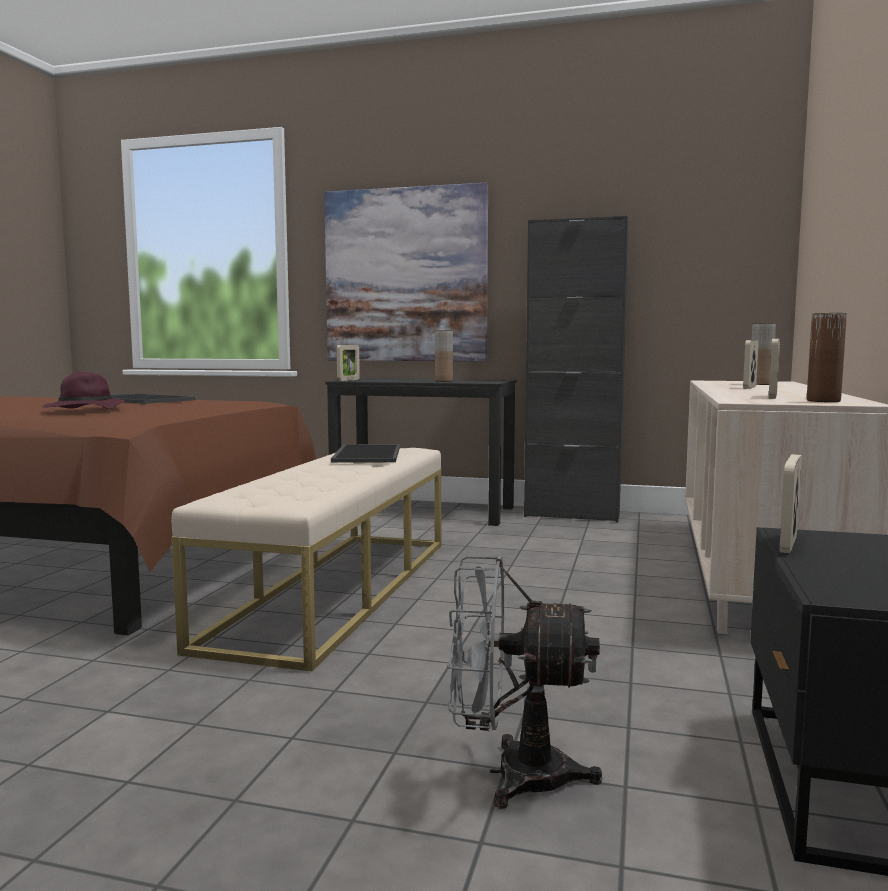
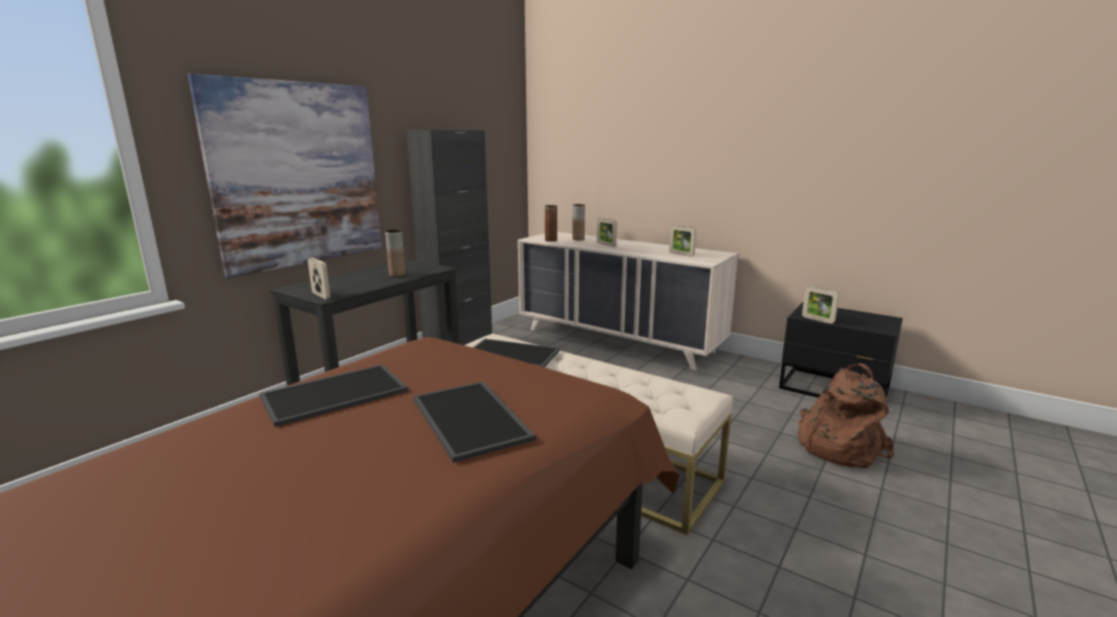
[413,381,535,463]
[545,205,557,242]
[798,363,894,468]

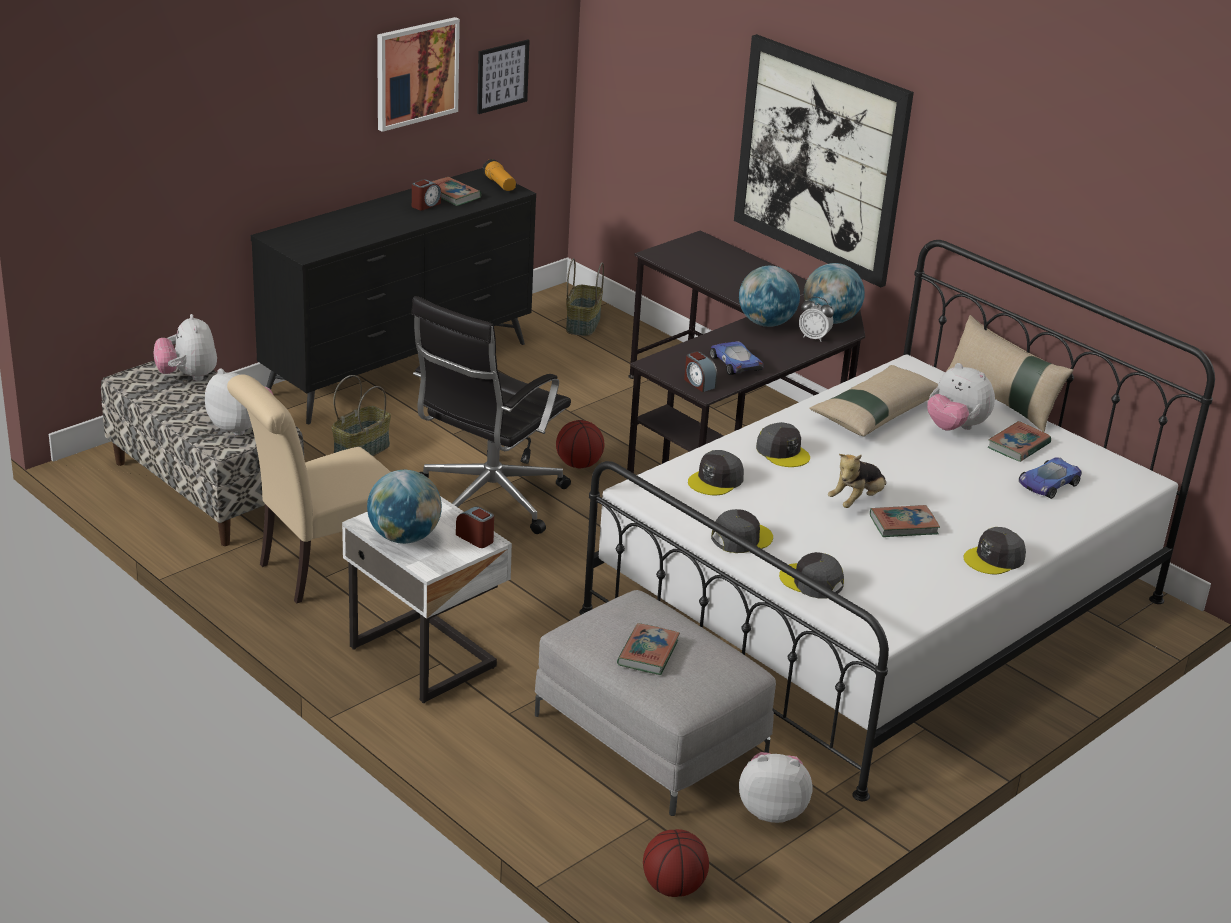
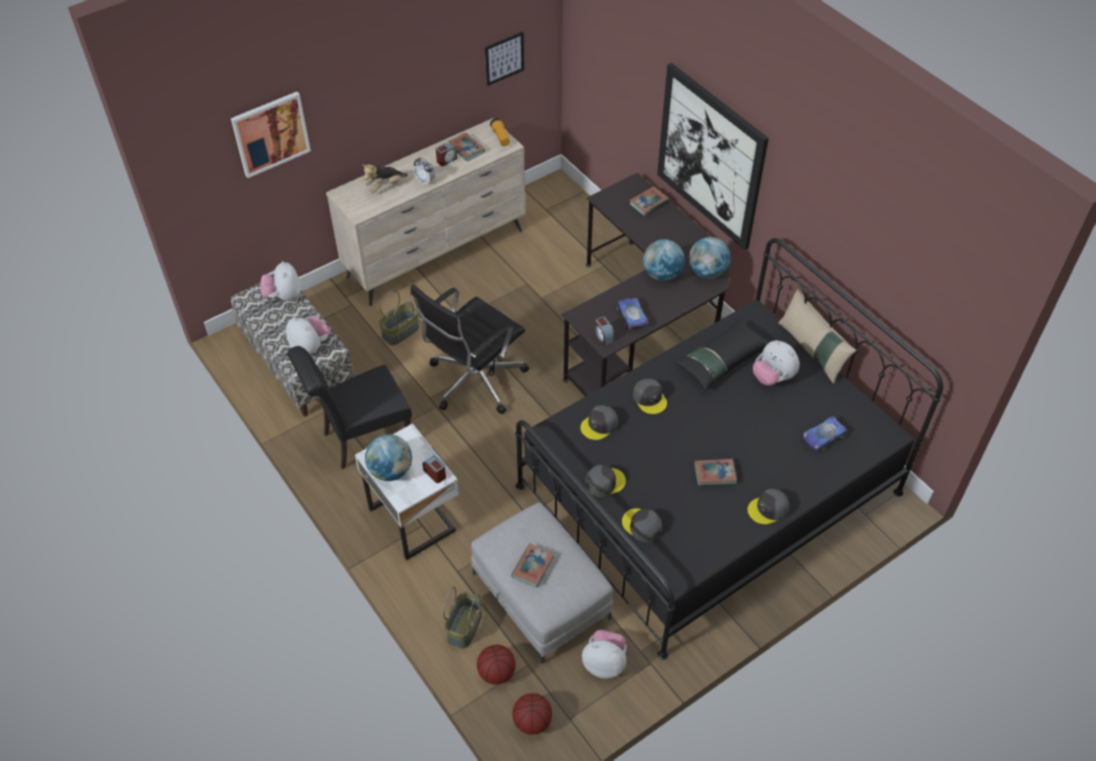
[231,92,311,178]
[287,346,412,469]
[326,118,525,306]
[362,164,408,193]
[414,158,435,185]
[443,587,482,648]
[477,645,516,685]
[515,238,943,660]
[630,186,669,216]
[674,319,769,391]

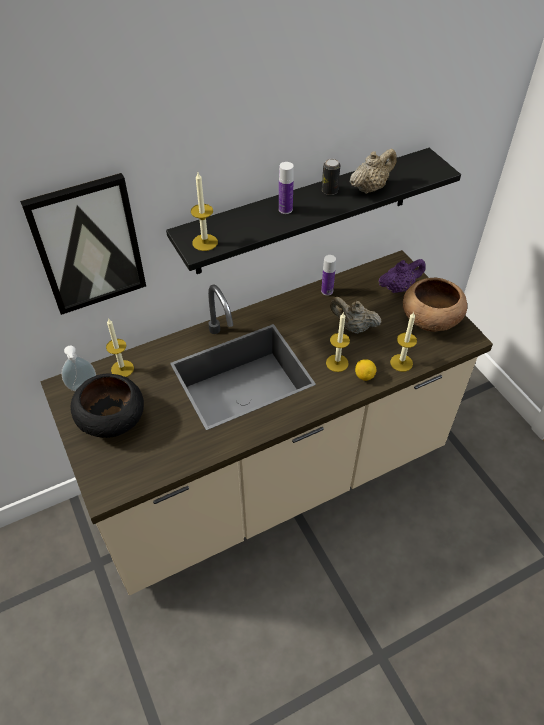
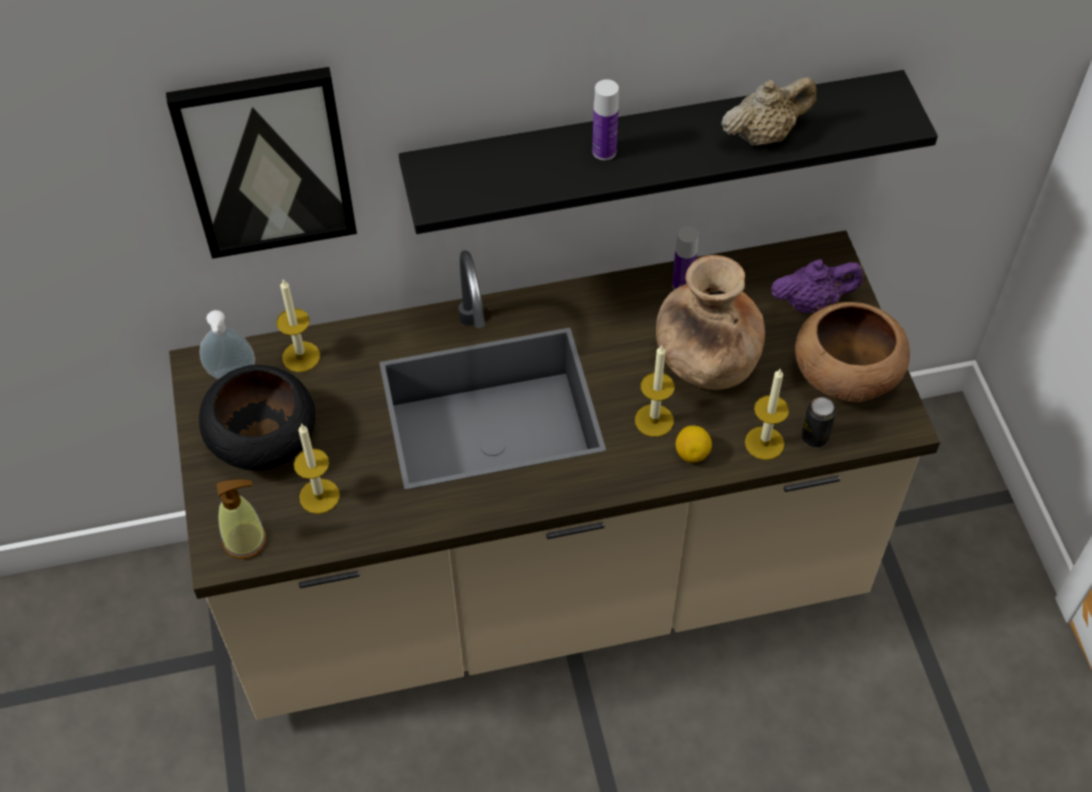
[217,479,267,559]
[294,423,340,514]
[656,255,765,390]
[801,397,836,447]

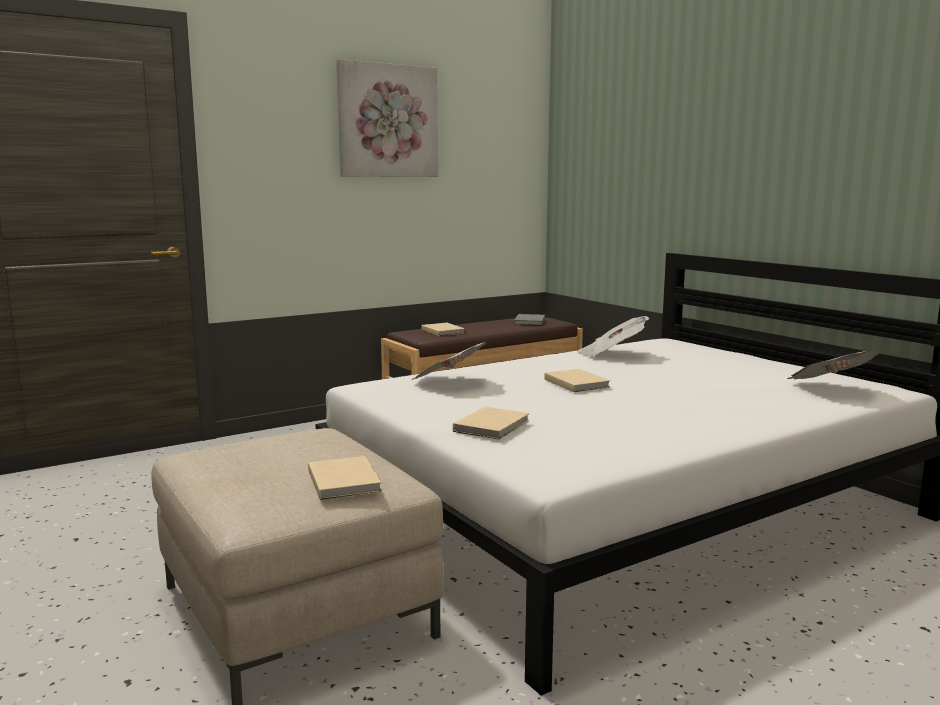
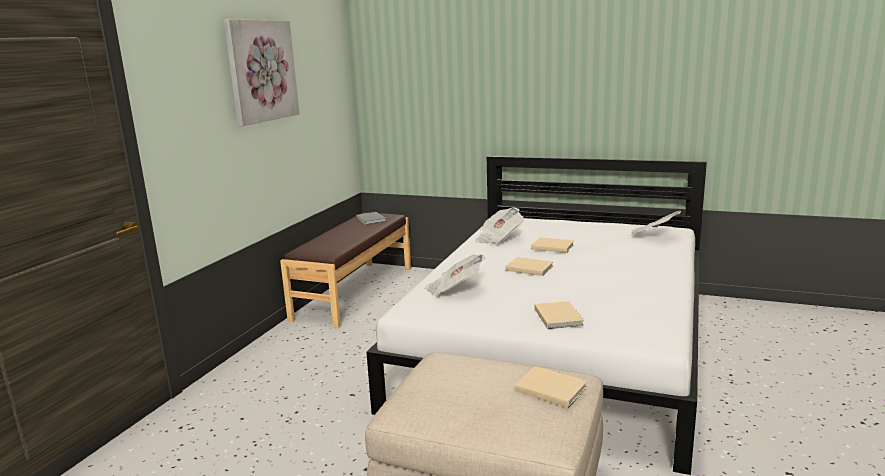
[531,237,574,253]

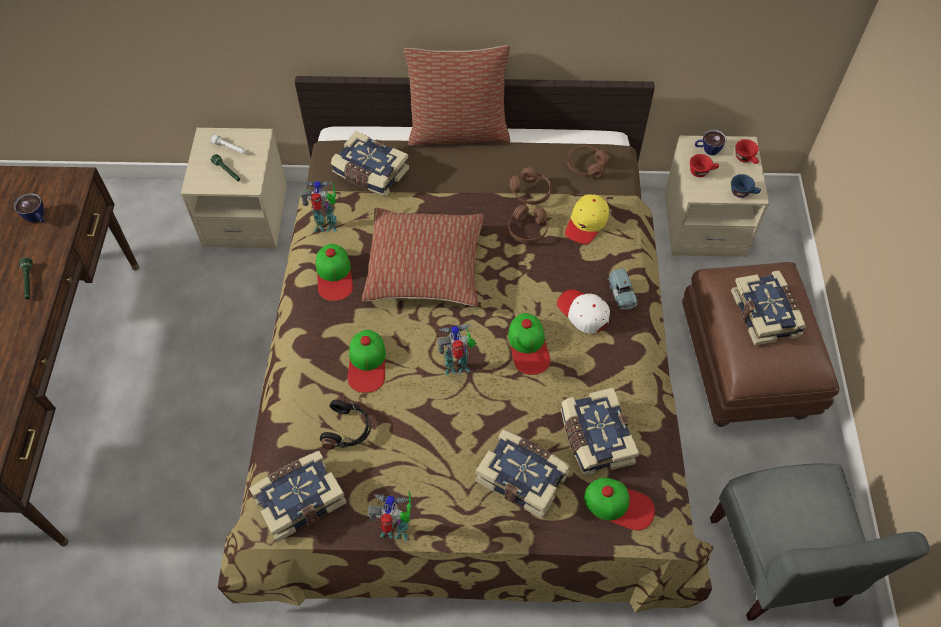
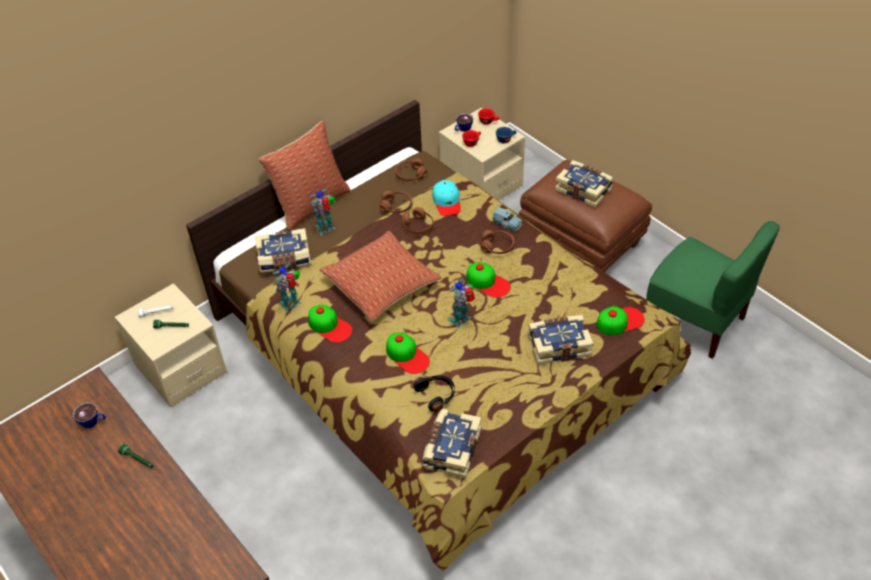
[309,189,336,235]
[432,180,461,216]
[480,230,515,254]
[646,221,780,359]
[561,387,639,476] (first image)

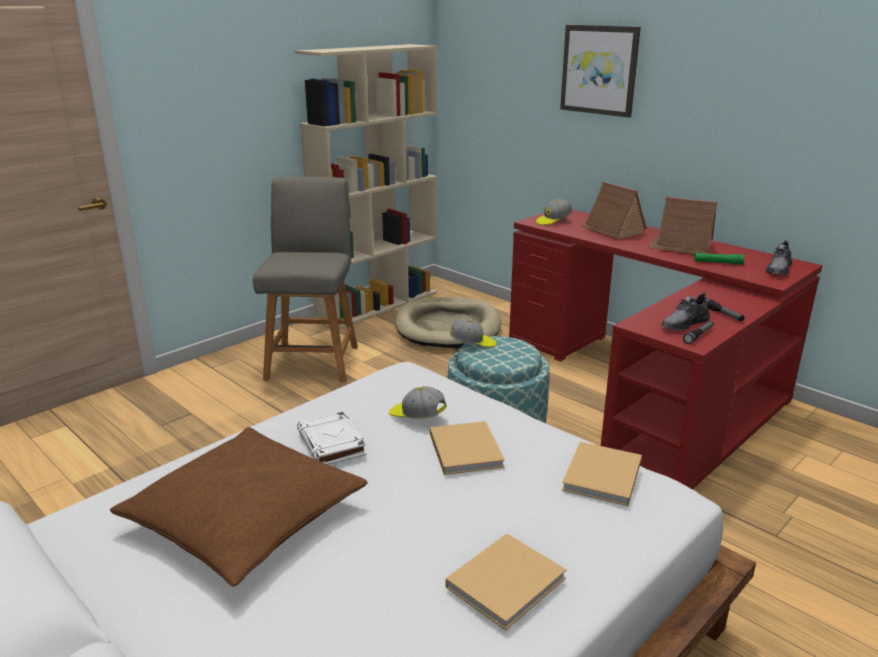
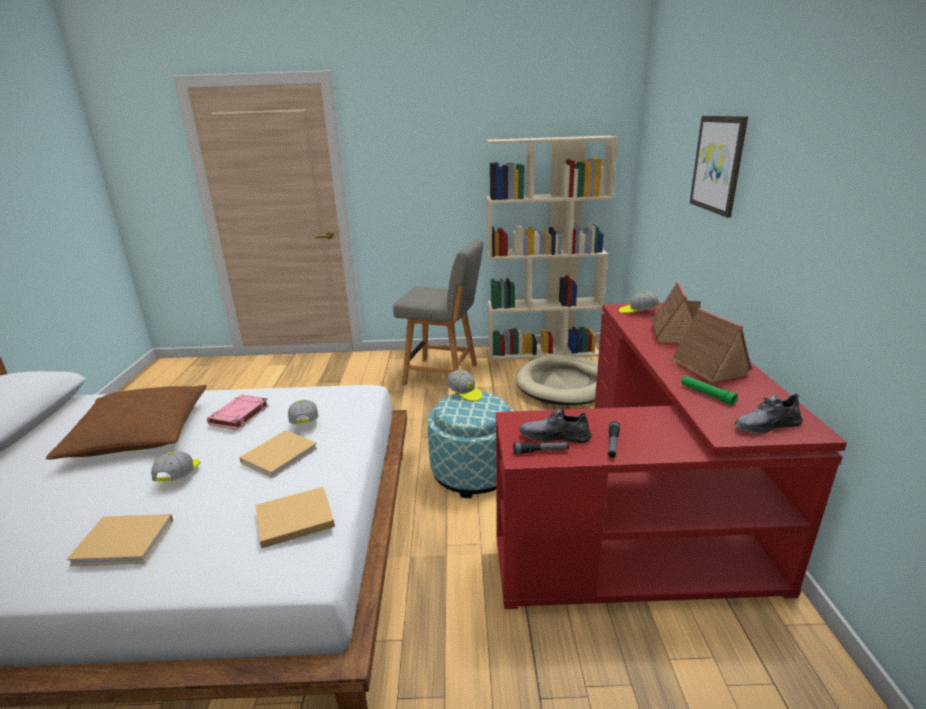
[151,451,200,481]
[207,394,269,430]
[393,239,483,385]

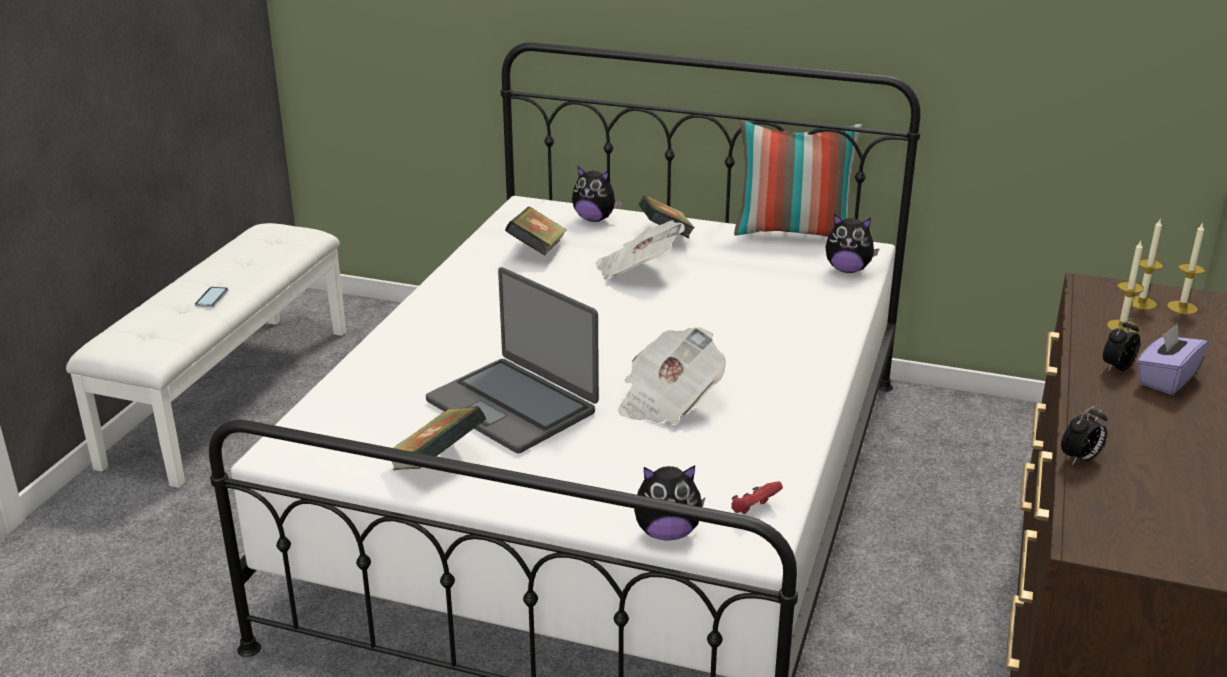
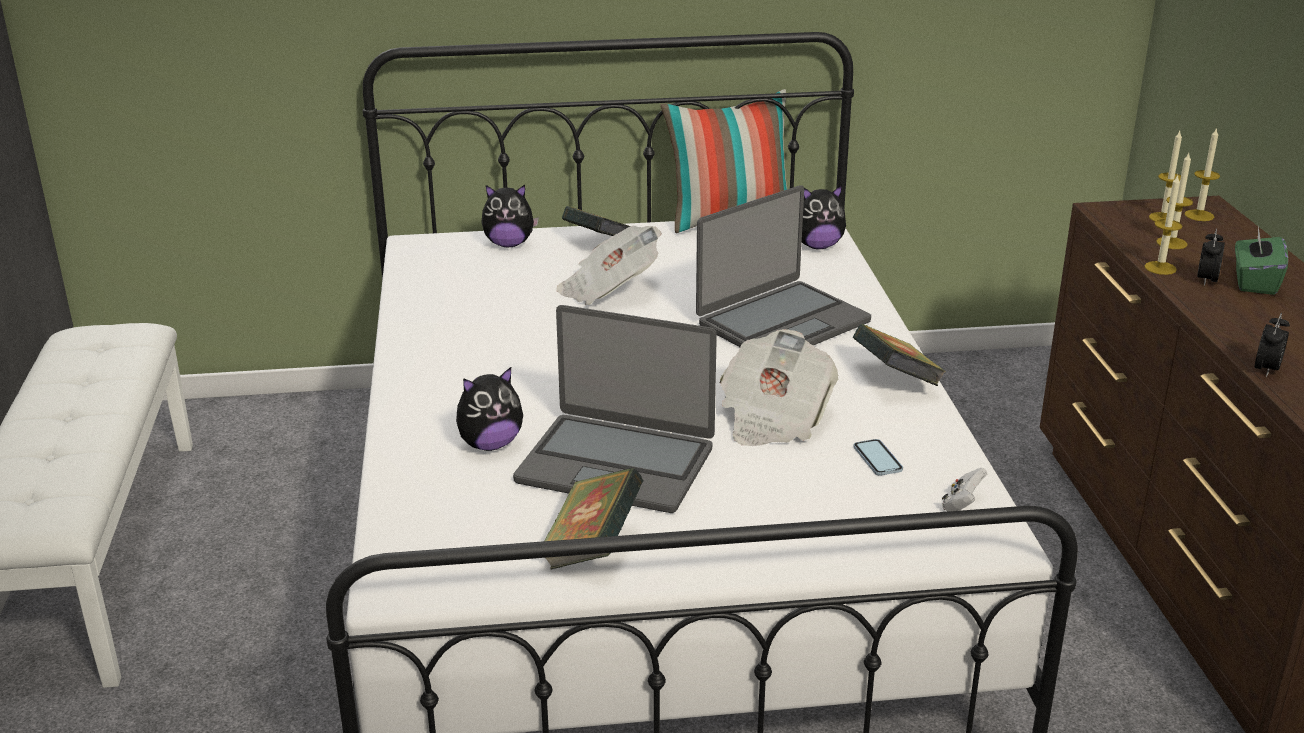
[456,367,523,451]
[696,186,871,347]
[853,324,946,386]
[853,439,903,476]
[942,468,987,512]
[1144,175,1183,275]
[1235,227,1288,295]

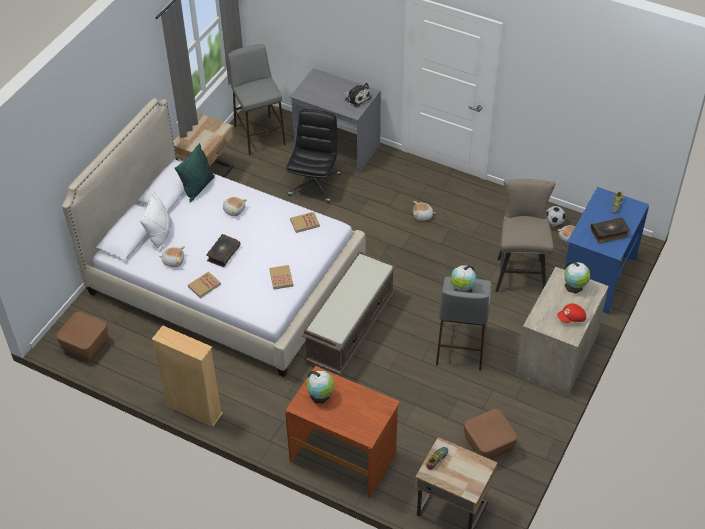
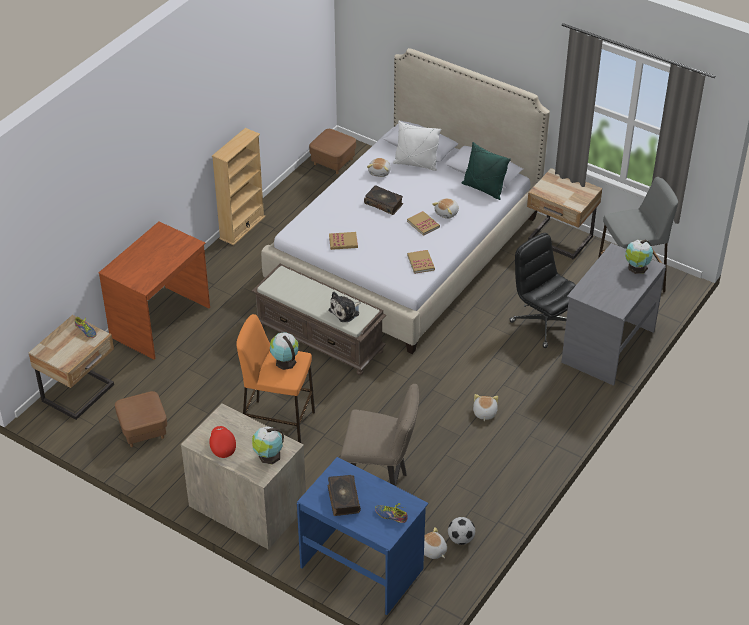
[236,314,315,443]
[328,292,361,322]
[407,211,440,236]
[509,233,576,348]
[625,240,653,274]

